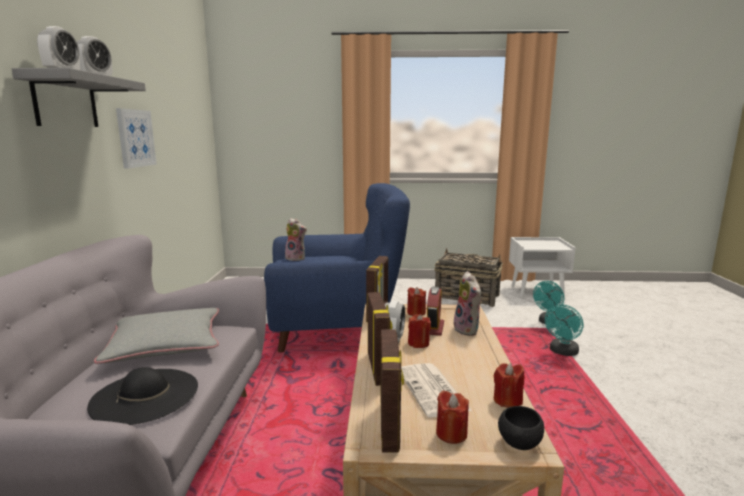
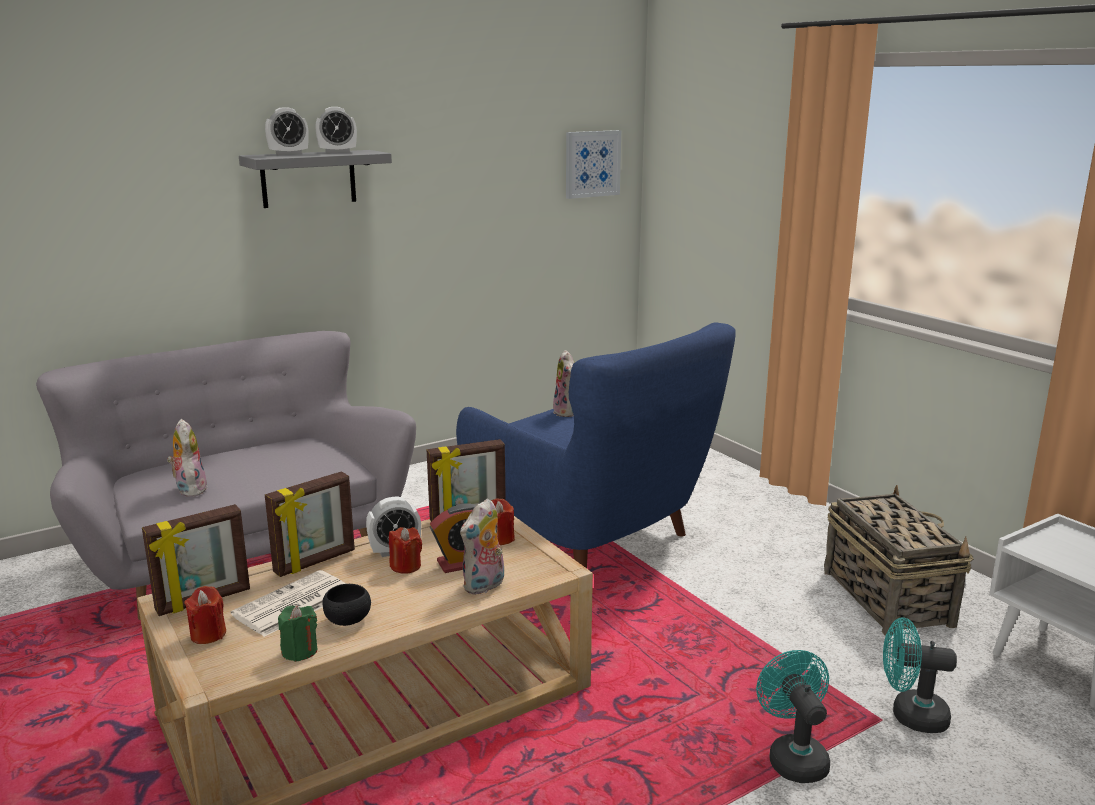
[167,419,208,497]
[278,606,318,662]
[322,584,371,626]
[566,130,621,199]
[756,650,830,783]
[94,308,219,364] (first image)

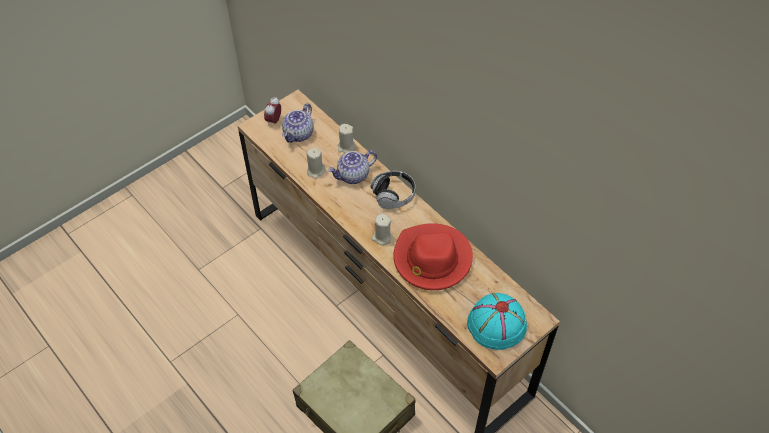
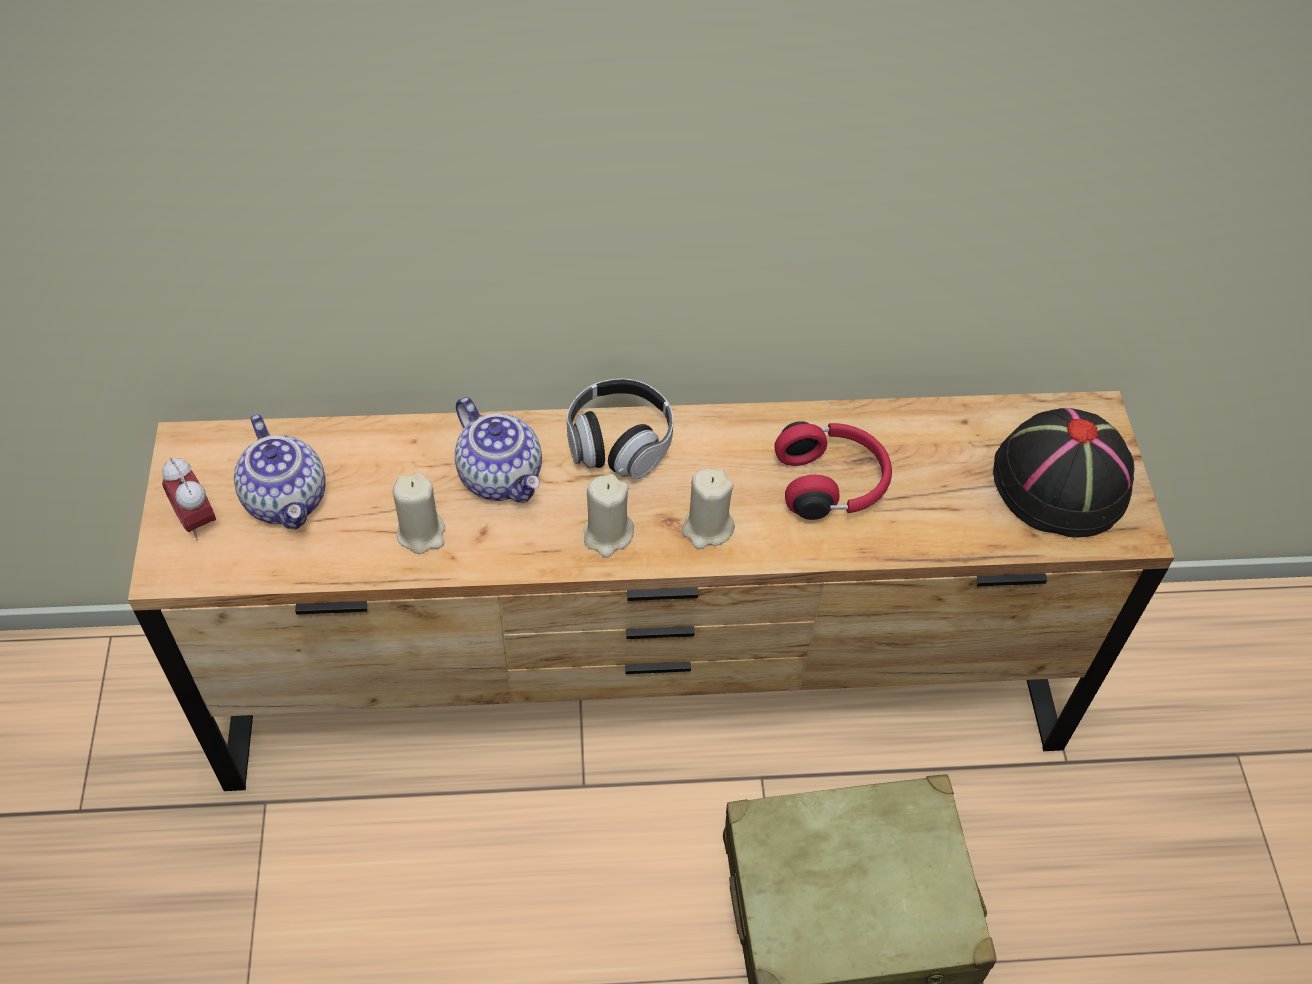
[455,397,542,503]
[584,474,634,558]
[775,421,892,520]
[993,408,1134,538]

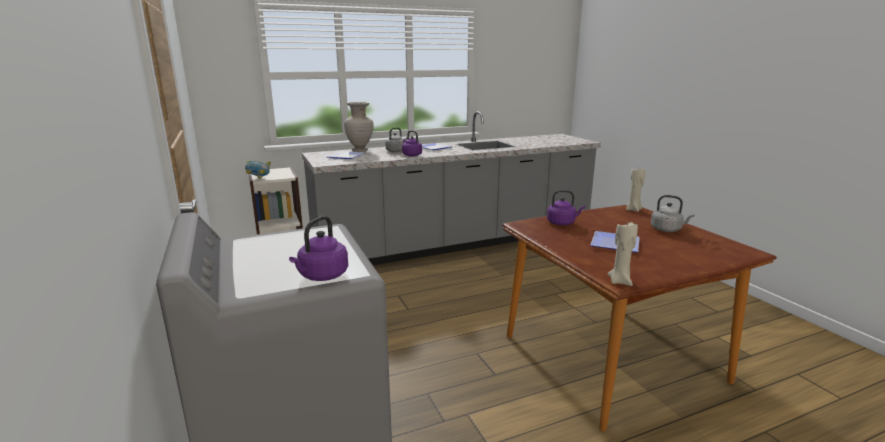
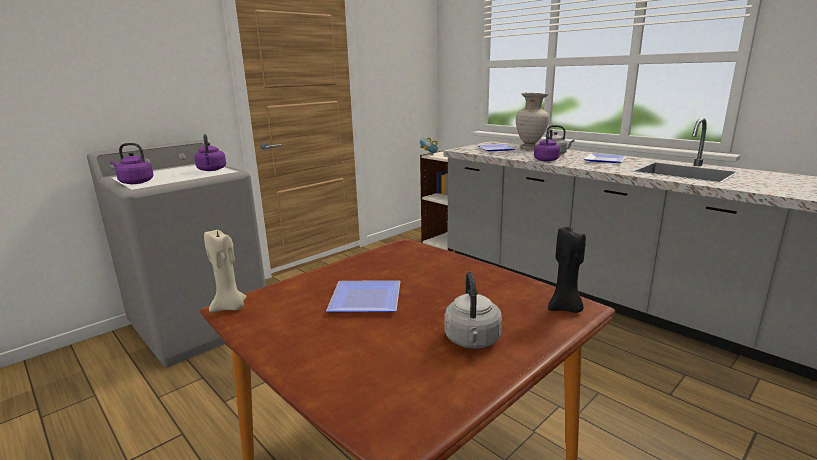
[194,134,226,171]
[548,227,586,313]

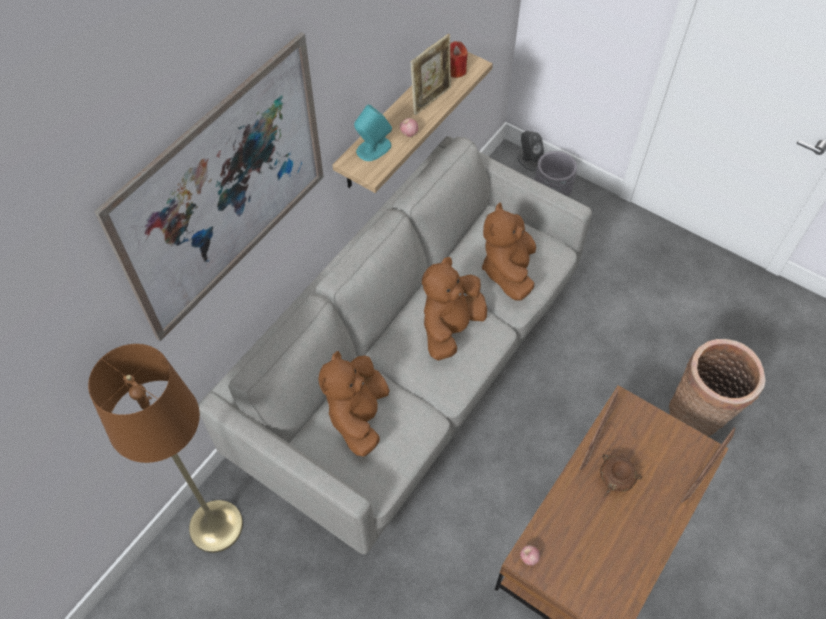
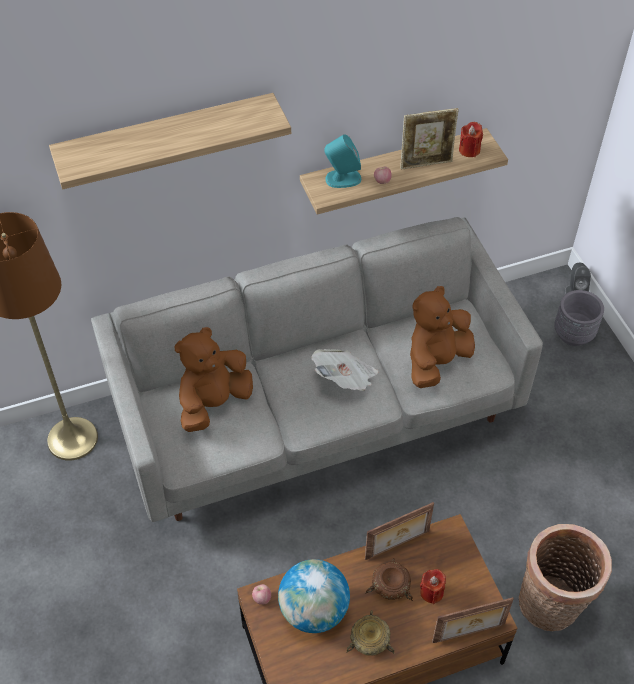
[49,93,291,189]
[278,559,350,633]
[311,349,378,391]
[346,610,395,656]
[420,569,446,604]

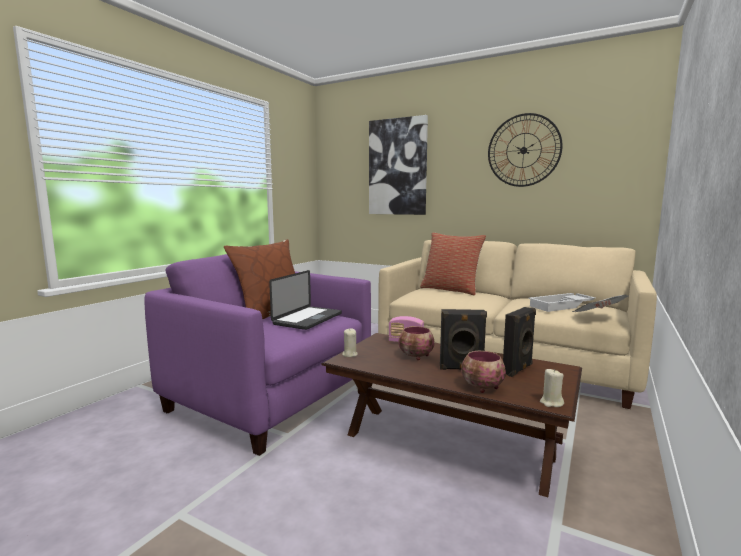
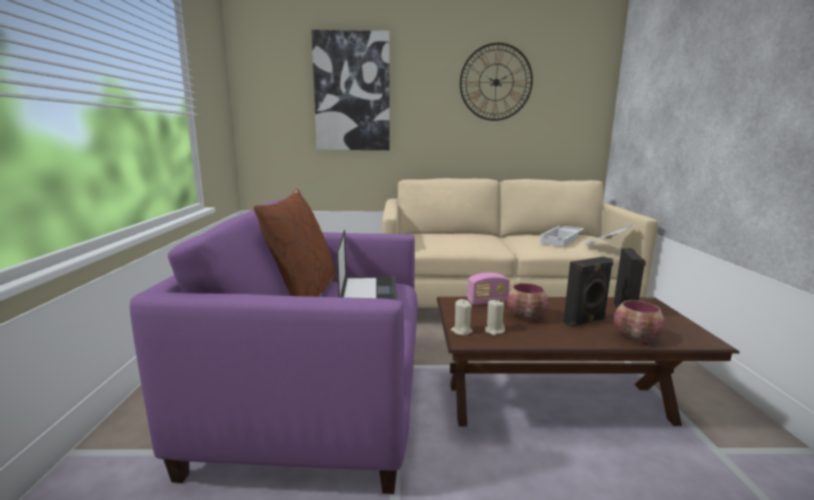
[485,299,505,335]
[420,233,486,295] (first image)

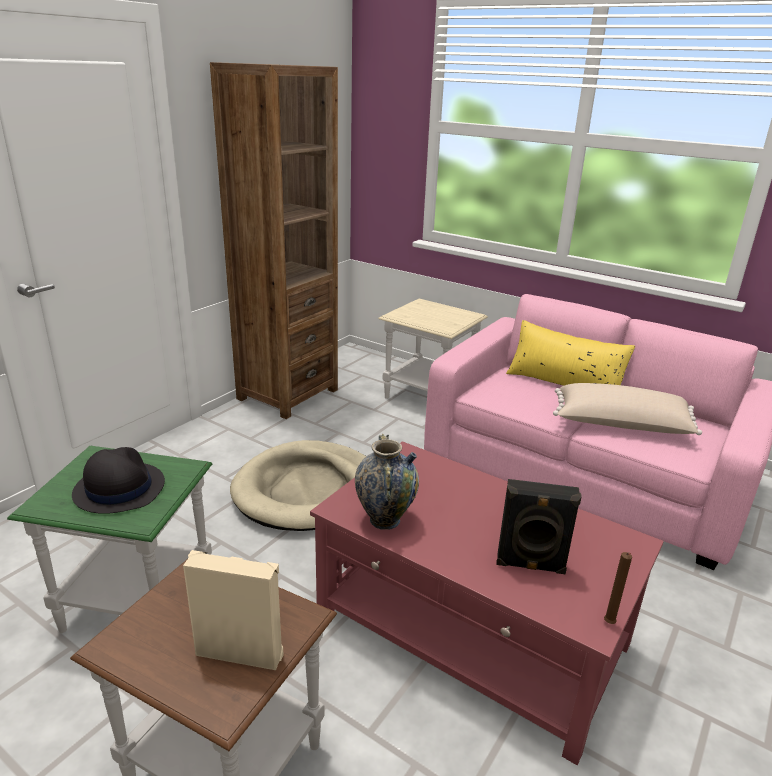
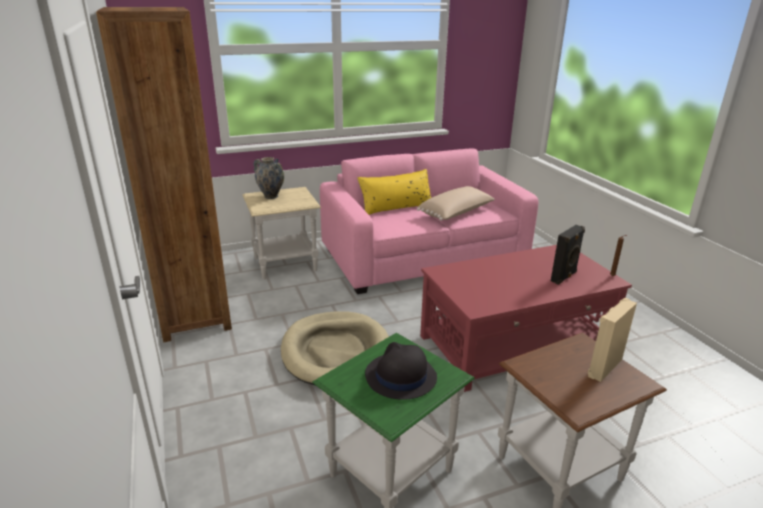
[253,157,284,199]

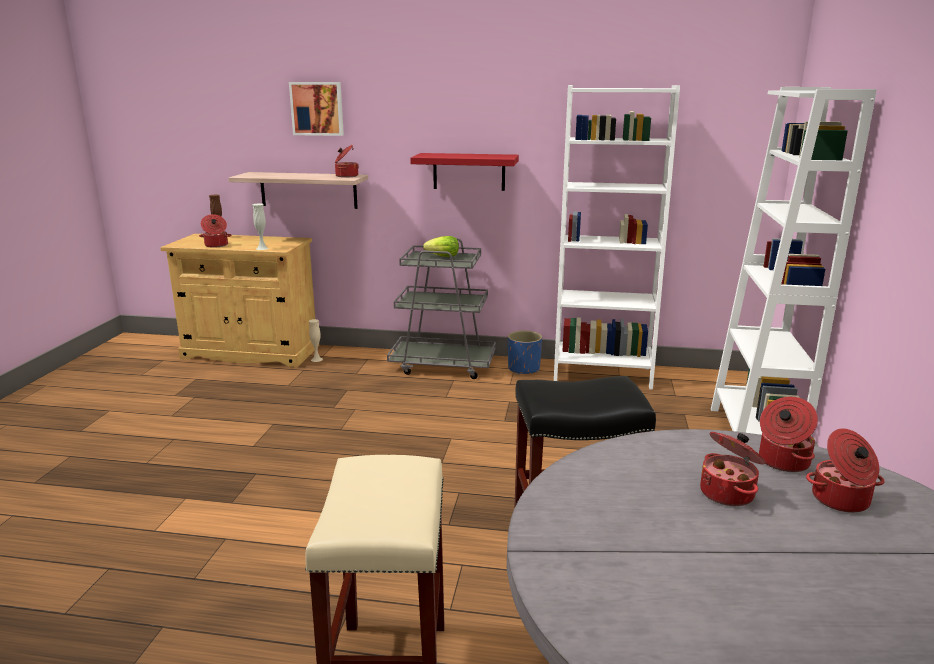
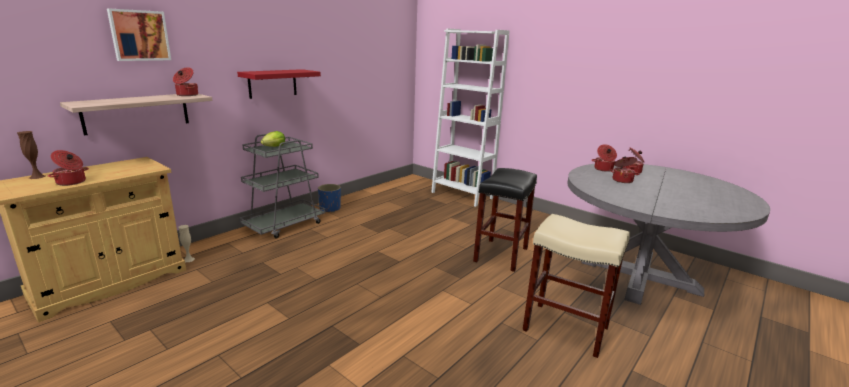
[252,204,269,250] (first image)
[554,85,680,389] (first image)

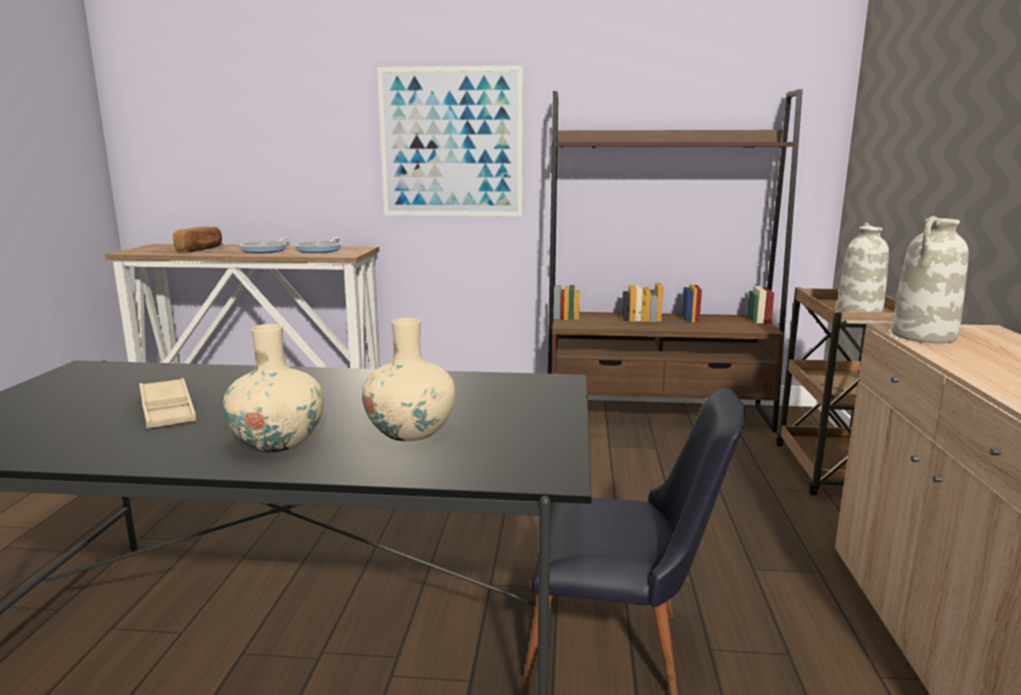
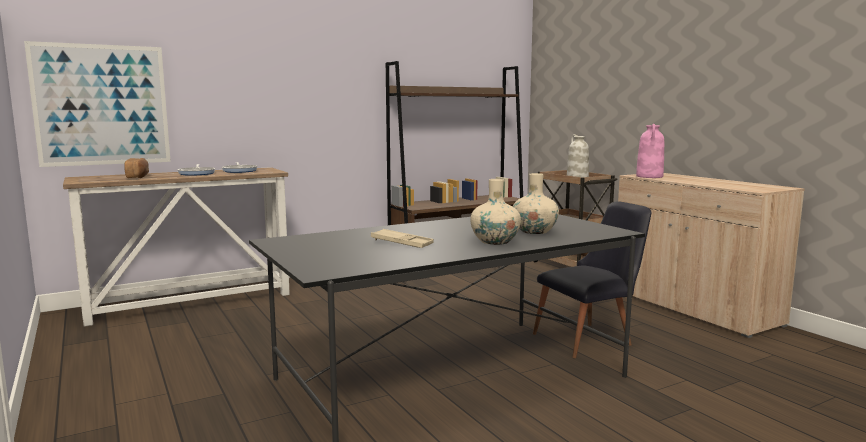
[24,41,171,167]
[636,124,664,178]

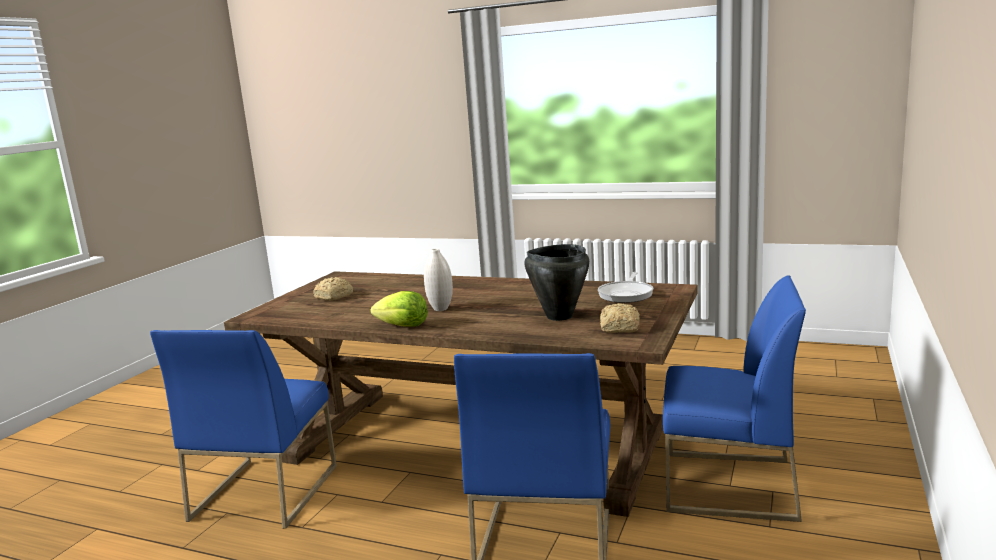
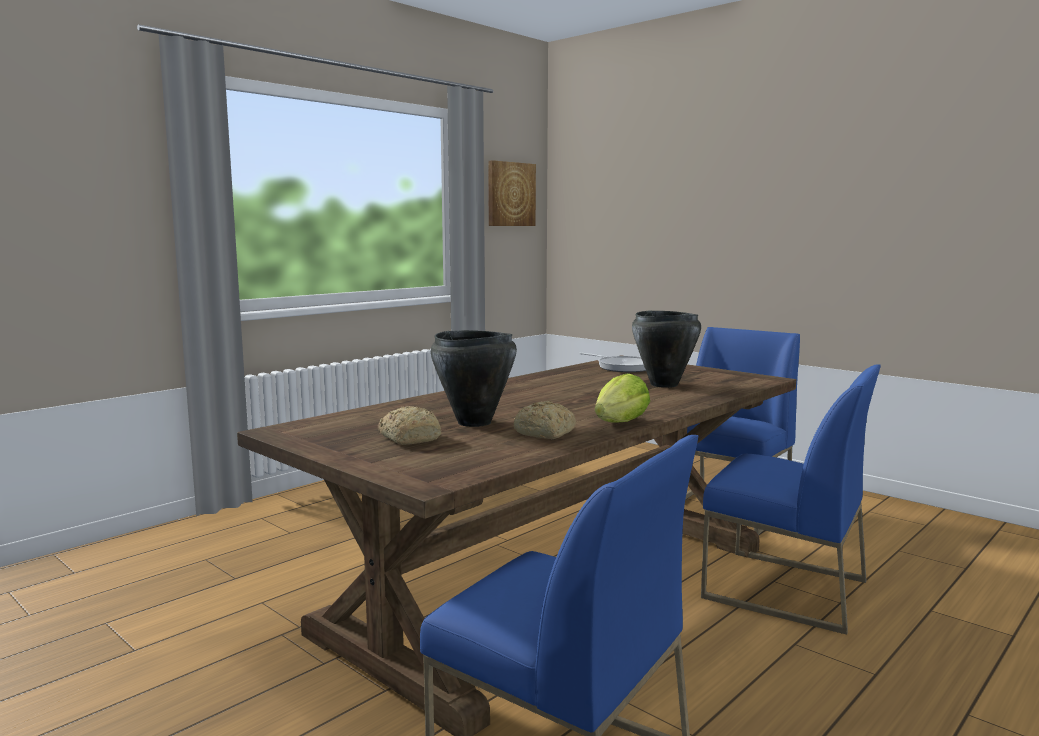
[431,330,517,427]
[488,160,536,226]
[513,401,577,439]
[424,248,453,311] (first image)

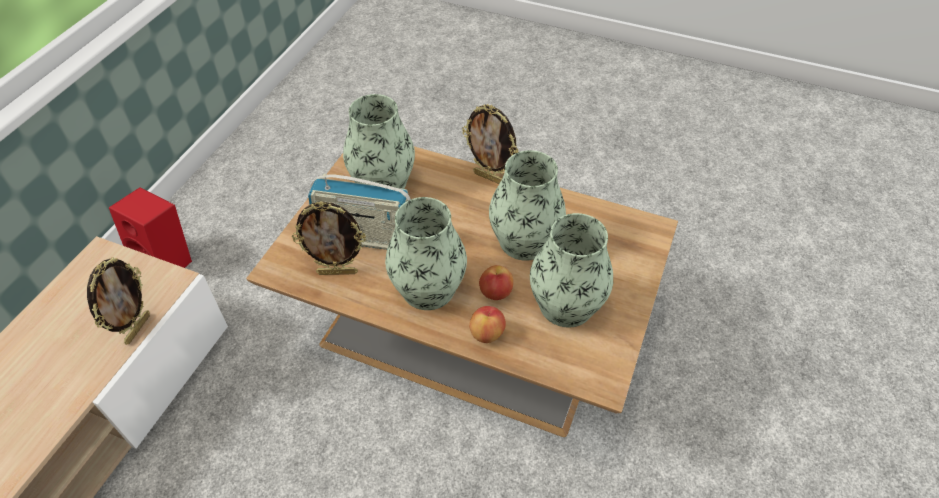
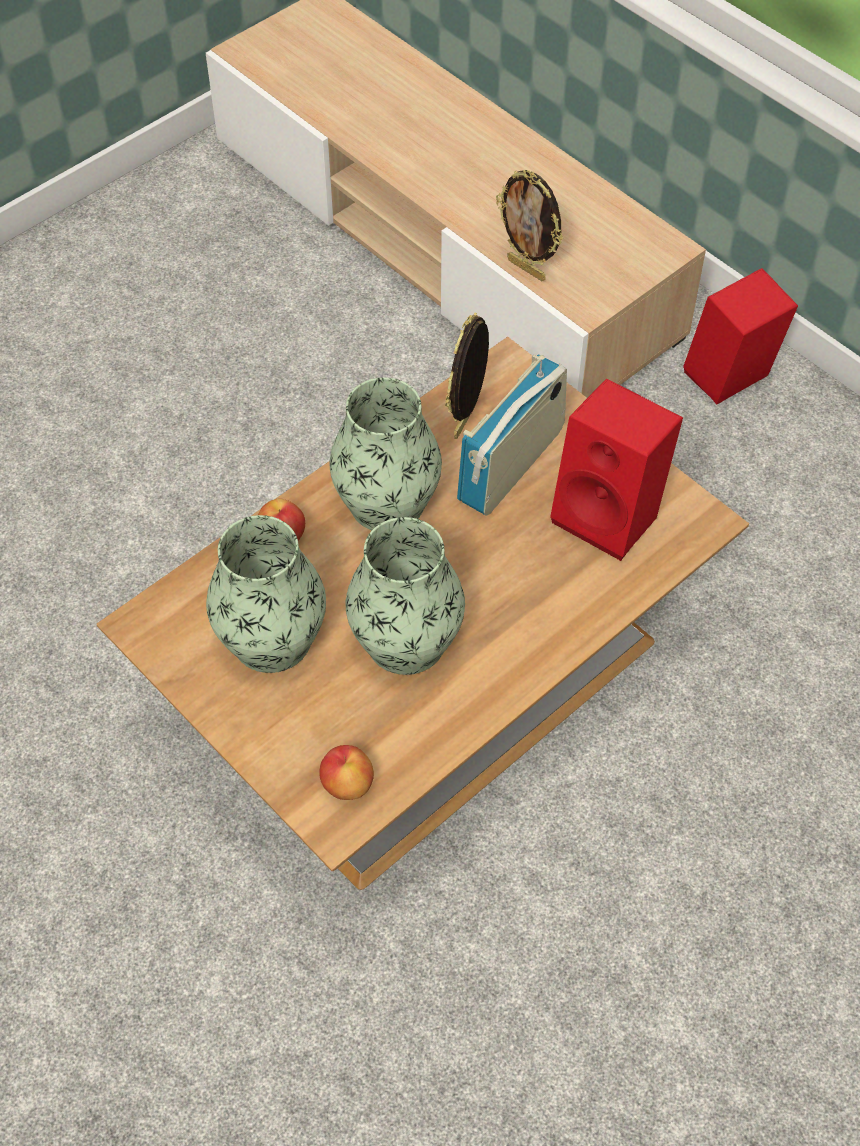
[319,745,374,800]
[550,378,683,561]
[462,104,518,184] (first image)

